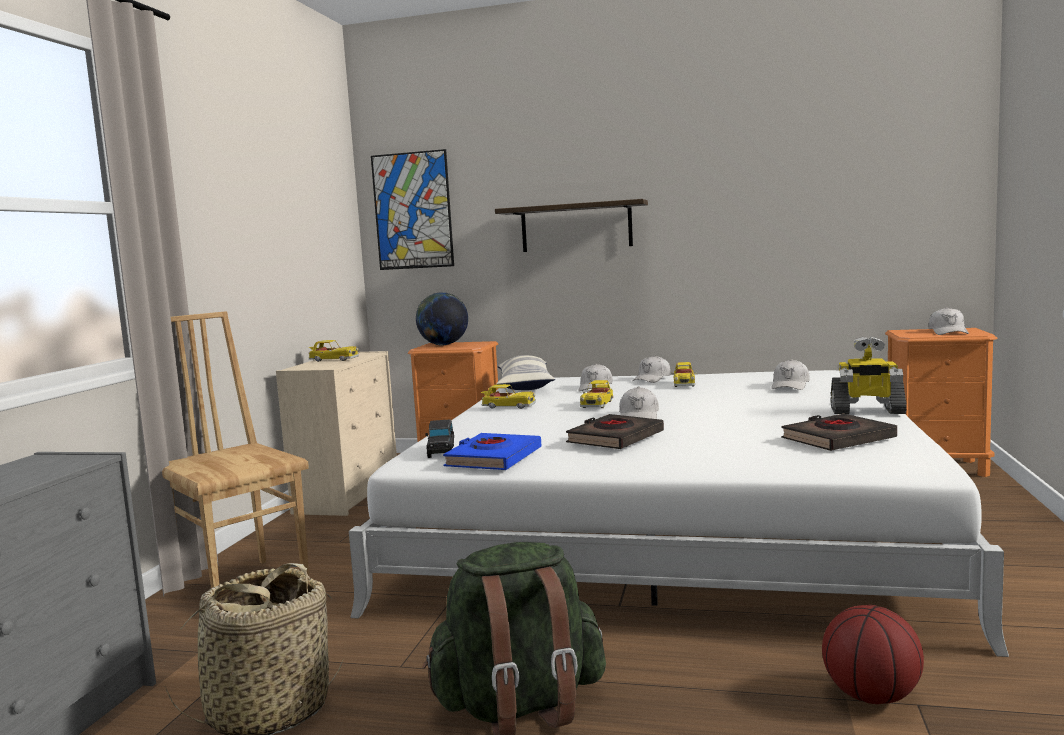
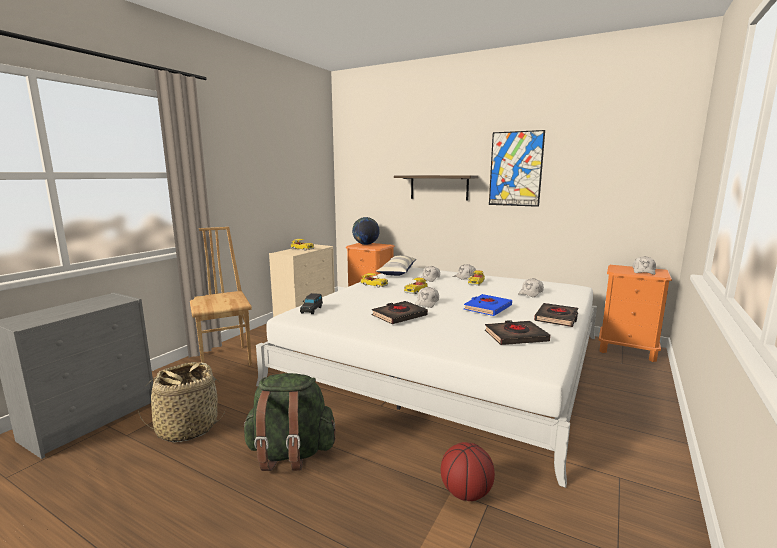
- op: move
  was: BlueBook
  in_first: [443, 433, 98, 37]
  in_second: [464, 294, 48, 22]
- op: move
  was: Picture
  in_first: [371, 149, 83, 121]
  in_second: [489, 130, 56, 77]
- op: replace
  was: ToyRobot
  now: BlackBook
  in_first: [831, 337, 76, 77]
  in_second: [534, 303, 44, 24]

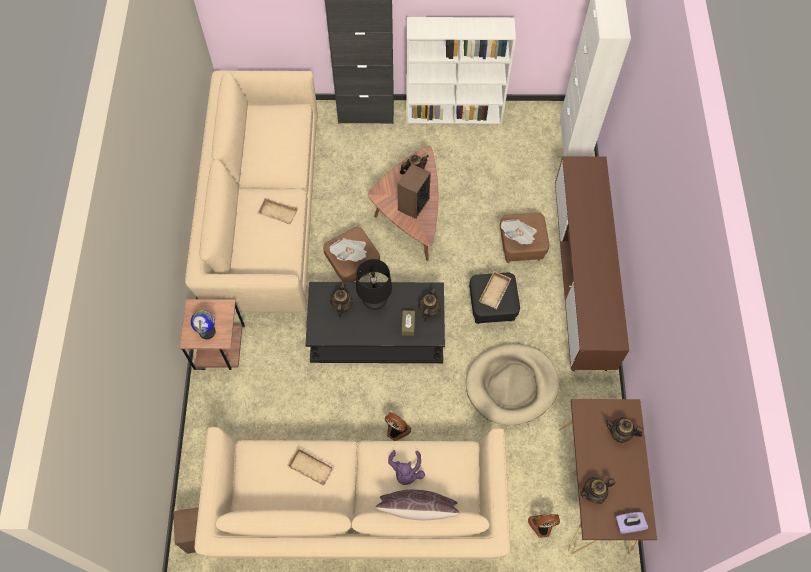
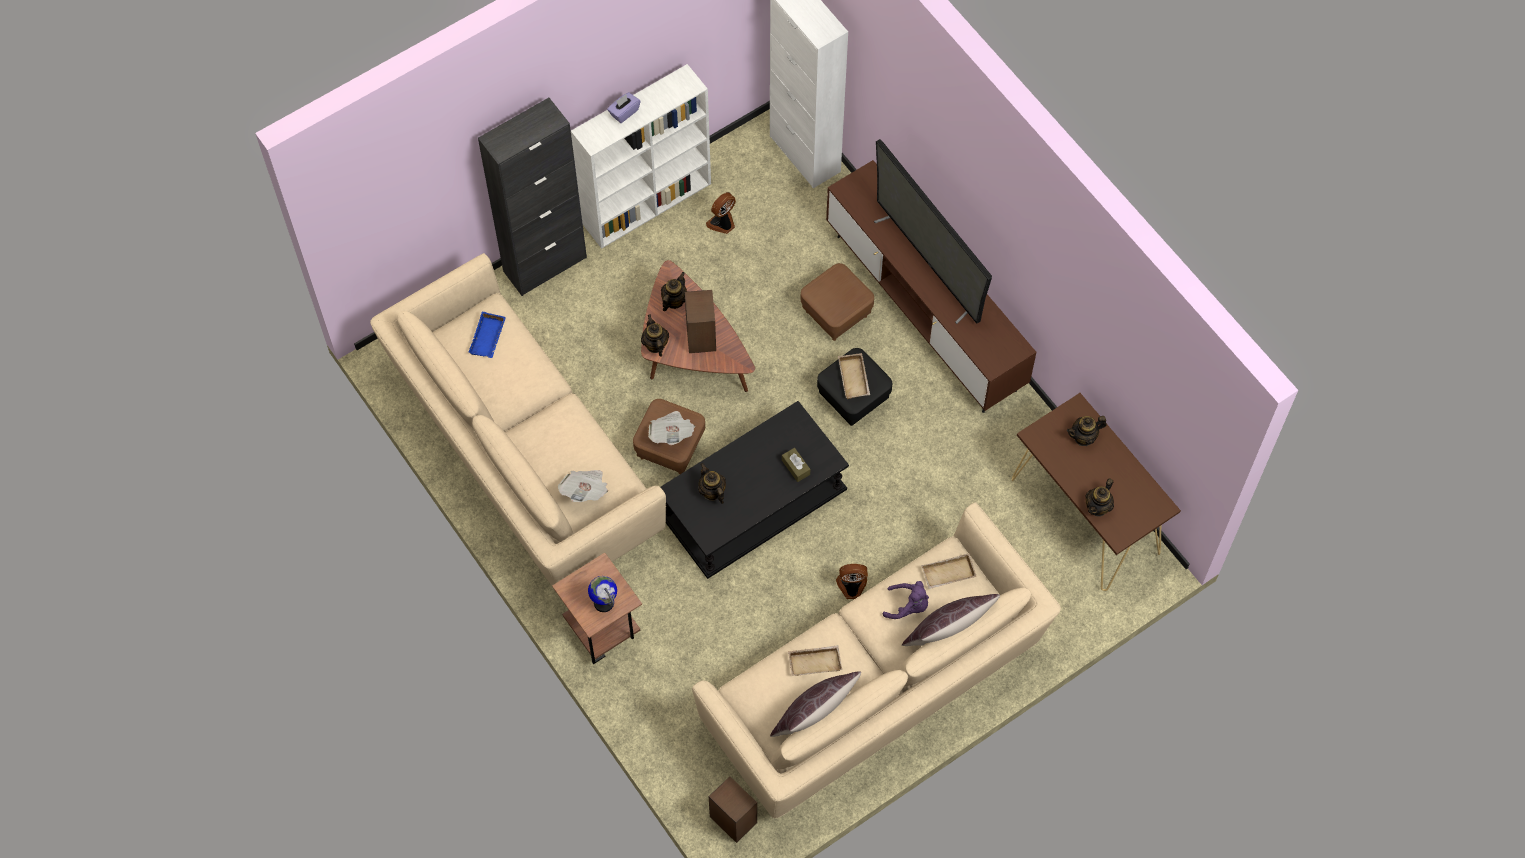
- op: insert
  now: BlueTray
  in_second: [468, 312, 38, 46]
- op: move
  was: Newspaper
  in_first: [501, 219, 36, 25]
  in_second: [558, 470, 50, 32]
- op: move
  was: PurpleTissueBox
  in_first: [616, 512, 32, 22]
  in_second: [607, 92, 34, 31]
- op: move
  was: Teapot
  in_first: [418, 287, 23, 35]
  in_second: [641, 315, 28, 42]
- op: move
  was: Fan
  in_first: [528, 514, 32, 24]
  in_second: [706, 192, 30, 42]
- op: insert
  now: BrownPillow
  in_second: [770, 672, 91, 65]
- op: insert
  now: Television
  in_second: [874, 139, 118, 185]
- op: rotate
  was: PurplePlushToy
  in_first: [388, 450, 37, 35]
  in_second: [883, 581, 46, 38]
  clockwise: -45
- op: move
  was: BeigeTray
  in_first: [257, 198, 41, 26]
  in_second: [921, 553, 55, 36]
- op: delete
  was: BlackTableLamp
  in_first: [356, 259, 36, 51]
- op: delete
  was: BeigeDogBed
  in_first: [466, 344, 93, 81]

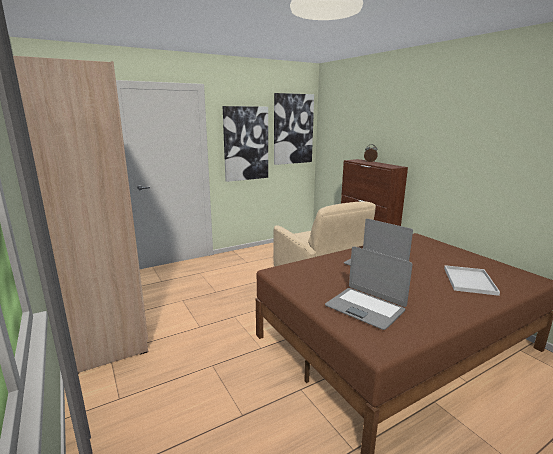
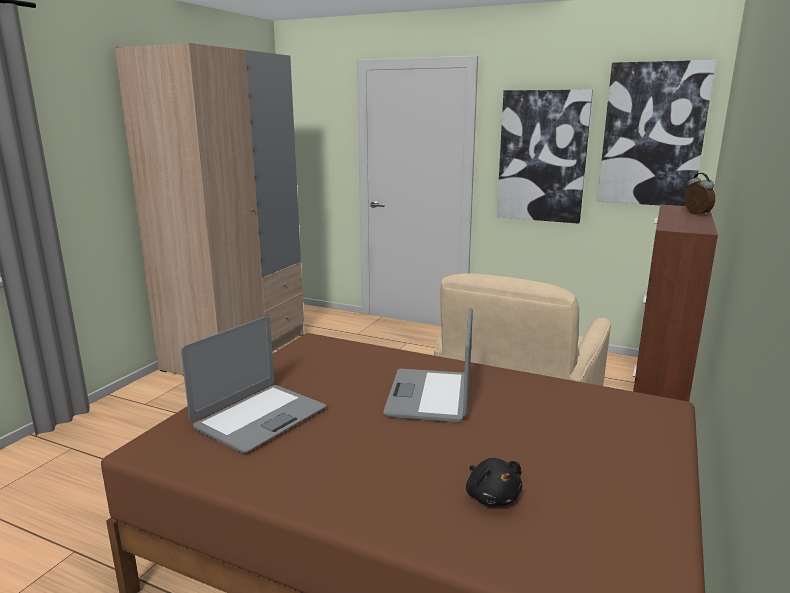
- op: rotate
  was: Laptop
  in_first: [325, 246, 88, 84]
  in_second: [181, 316, 145, 137]
  clockwise: -150
- op: replace
  was: WhiteTray
  now: BlackPlushToy
  in_first: [444, 265, 56, 31]
  in_second: [466, 458, 56, 48]

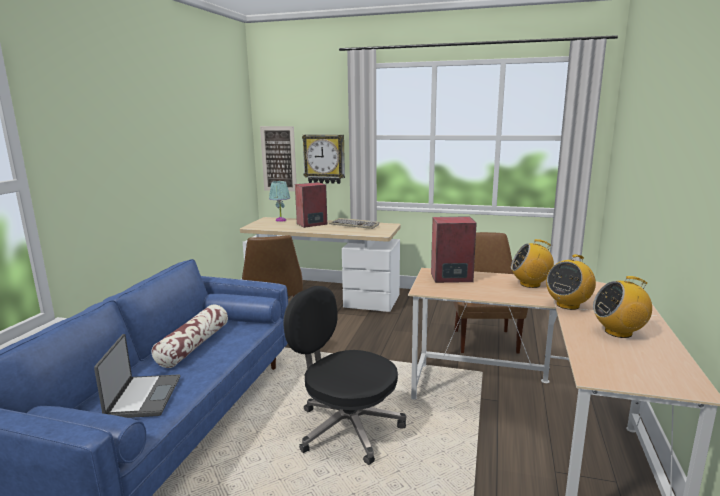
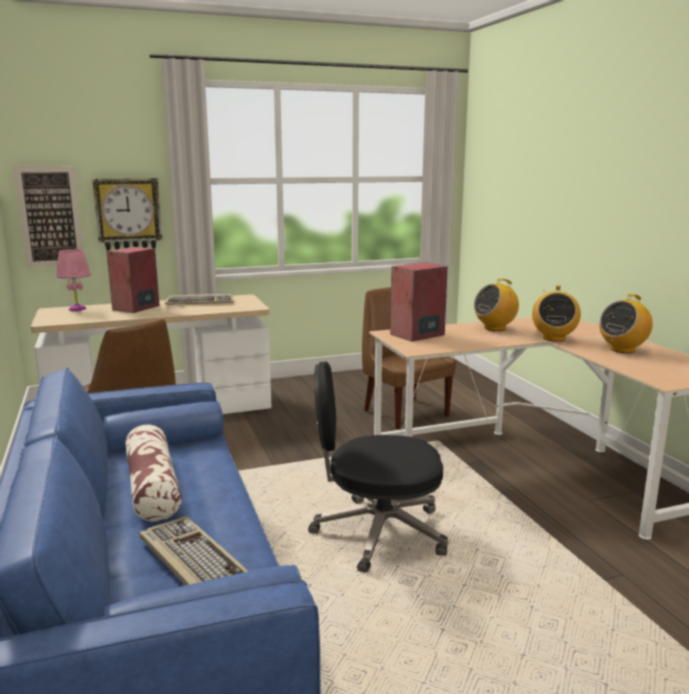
- op: recolor
  was: TurquoiseTableLamp
  now: PinkTableLamp
  in_first: [269, 181, 21, 41]
  in_second: [56, 249, 35, 62]
- op: replace
  was: Laptop
  now: Keyboard
  in_first: [94, 334, 86, 84]
  in_second: [139, 516, 109, 69]

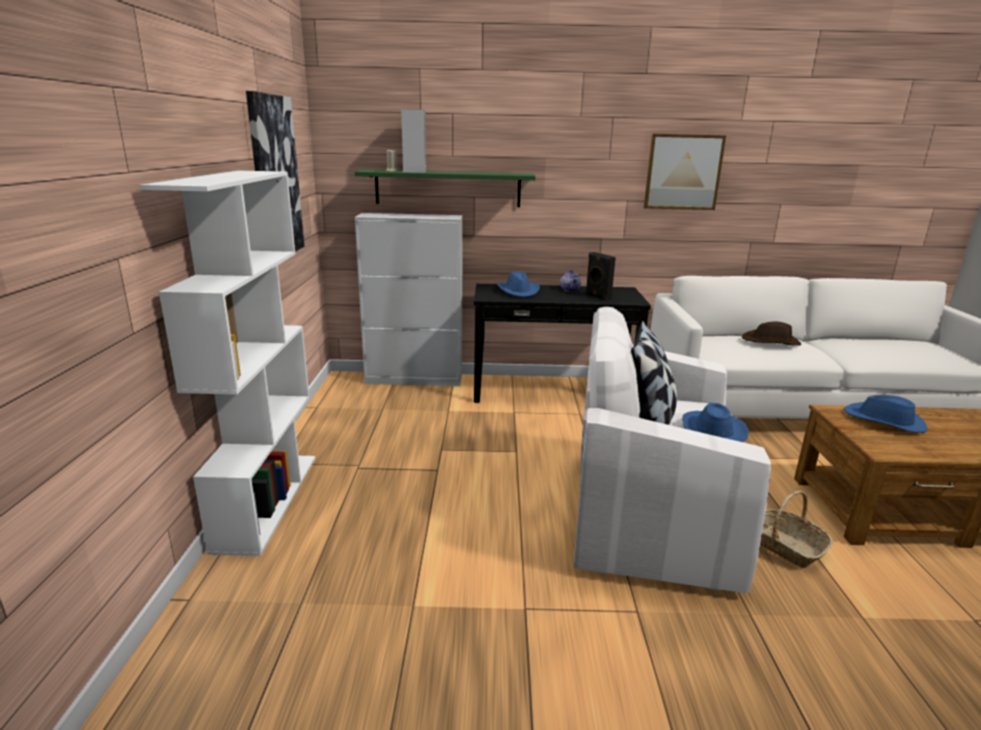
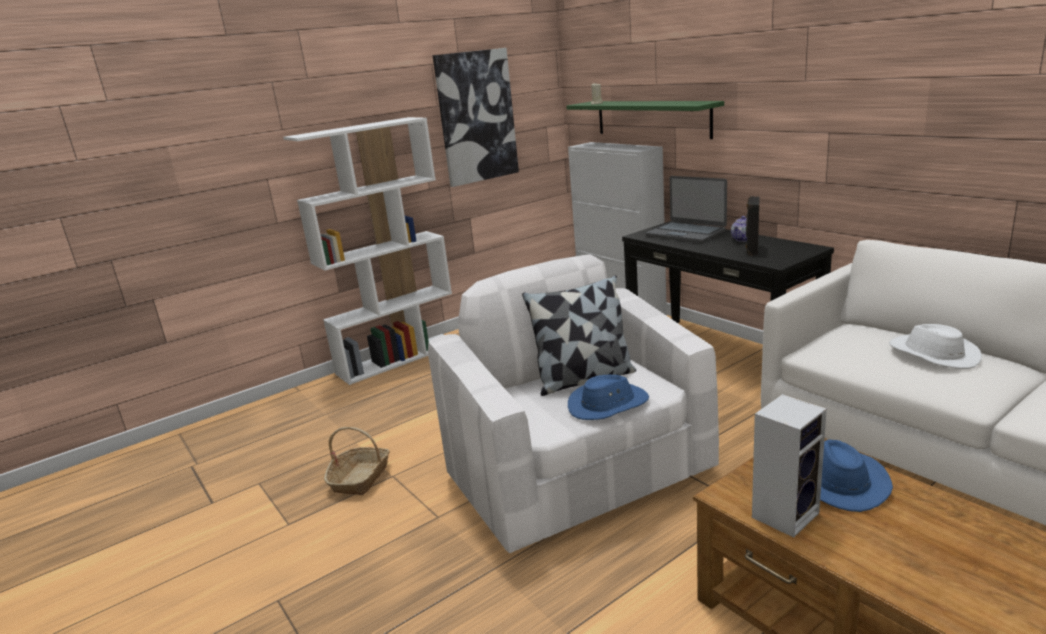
- op: move
  was: Basket
  in_first: [760, 491, 73, 77]
  in_second: [324, 427, 66, 68]
- op: replace
  was: BlueHat
  now: Laptop
  in_first: [497, 272, 43, 25]
  in_second: [646, 176, 81, 67]
- op: move
  was: Speaker
  in_first: [401, 109, 25, 64]
  in_second: [752, 394, 75, 144]
- op: recolor
  was: BrownHat
  now: WhiteHat
  in_first: [742, 322, 59, 24]
  in_second: [889, 324, 93, 45]
- op: delete
  was: Picture
  in_first: [644, 134, 82, 76]

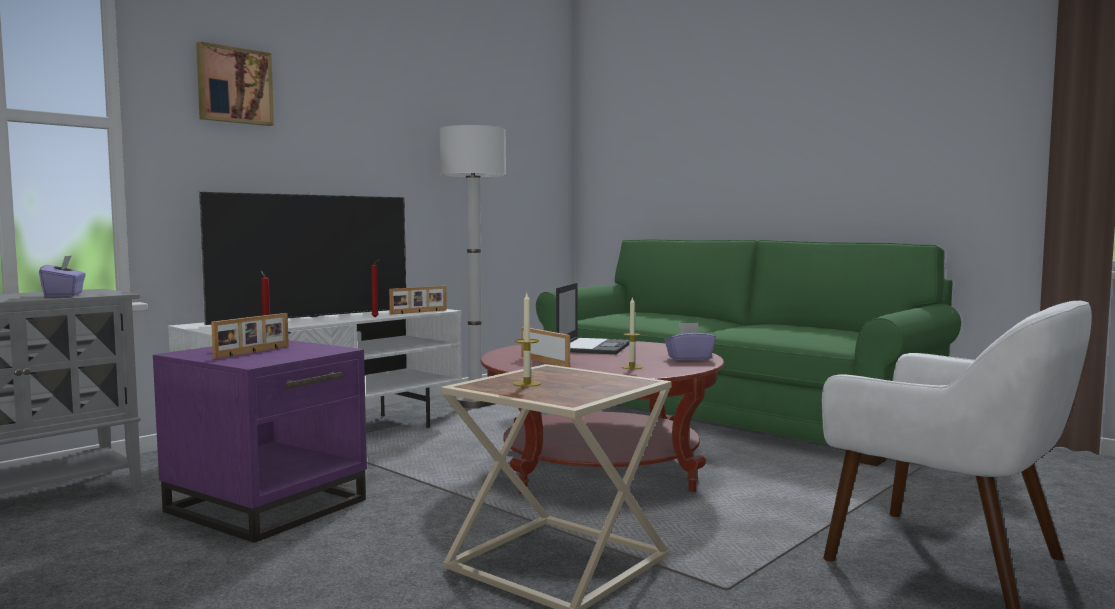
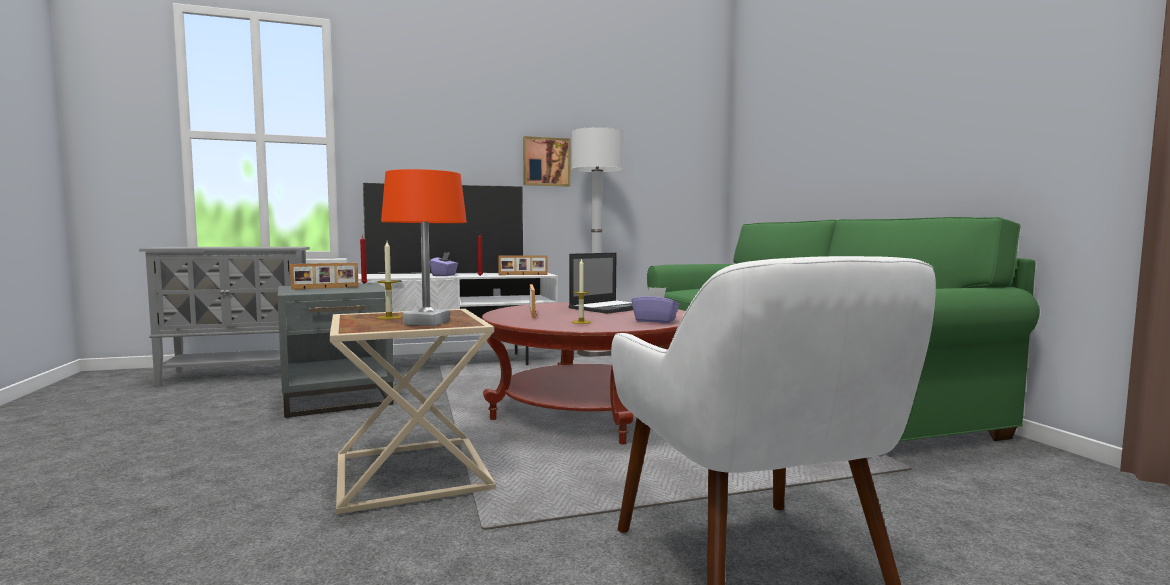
- op: recolor
  was: PurpleSideTable
  now: GreySideTable
  in_first: [153, 340, 214, 203]
  in_second: [277, 283, 117, 135]
- op: insert
  now: OrangeTableLamp
  in_second: [381, 169, 86, 157]
- op: move
  was: PurpleTissueBox
  in_first: [39, 255, 47, 42]
  in_second: [430, 252, 28, 24]
- op: move
  was: Picture
  in_first: [196, 41, 78, 85]
  in_second: [523, 136, 47, 51]

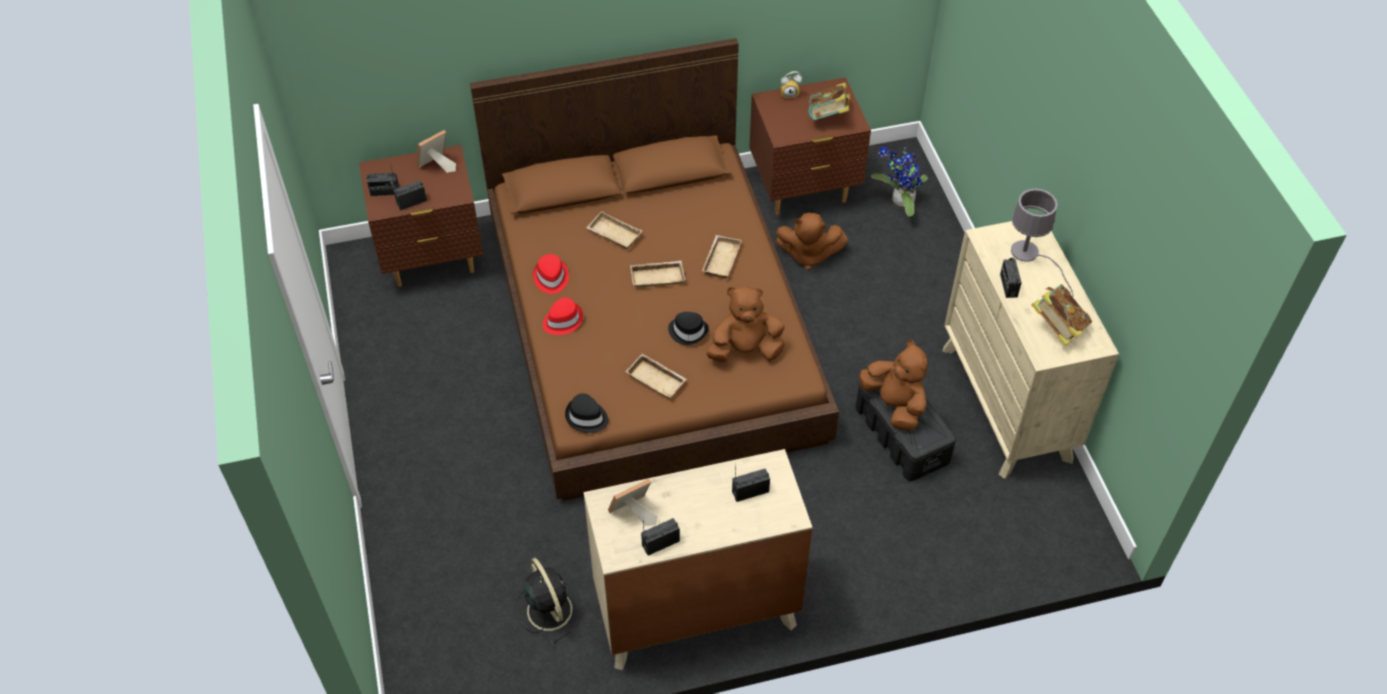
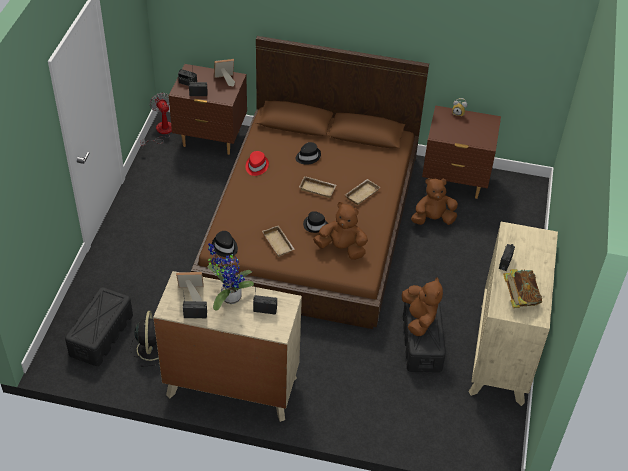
- op: insert
  now: BlackStorageBox
  in_second: [65, 287, 68, 79]
- op: insert
  now: Fan
  in_second: [140, 93, 32, 57]
- op: move
  was: PottedPlant
  in_first: [871, 147, 57, 69]
  in_second: [207, 243, 47, 68]
- op: replace
  was: BeigeTray
  now: BlackHat
  in_first: [586, 211, 56, 38]
  in_second: [295, 142, 26, 23]
- op: rotate
  was: BrownPlushToy
  in_first: [776, 213, 72, 57]
  in_second: [411, 178, 47, 47]
  clockwise: 135
- op: delete
  was: RedHat
  in_first: [543, 297, 40, 38]
- op: delete
  was: Book
  in_first: [808, 82, 42, 38]
- op: delete
  was: GreyTableLamp
  in_first: [1011, 189, 63, 108]

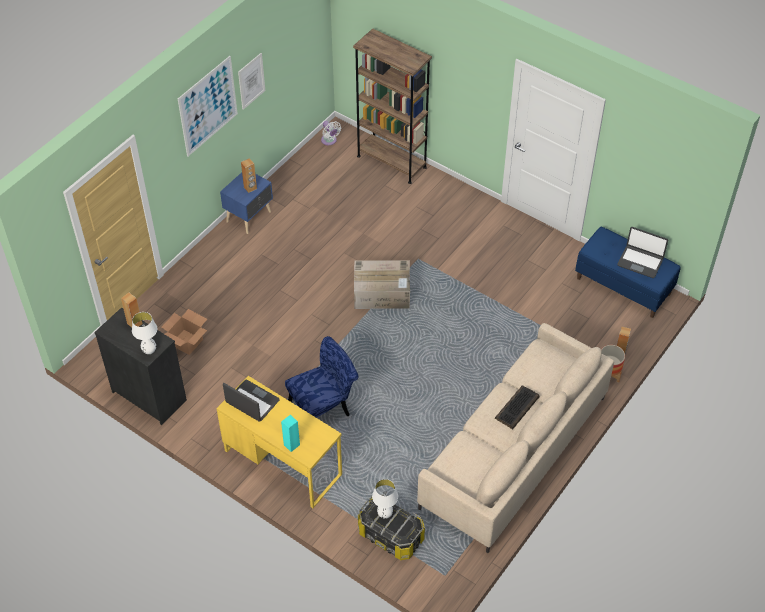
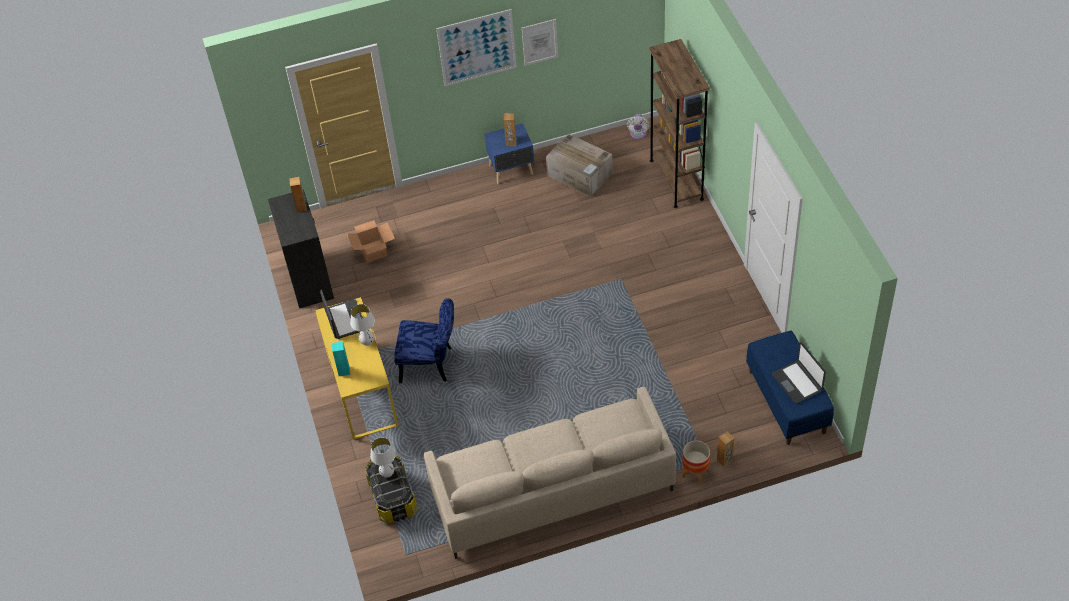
- op: move
  was: WhiteTableLamp
  in_first: [132, 312, 25, 42]
  in_second: [350, 304, 25, 42]
- op: move
  was: CardboardBox
  in_first: [354, 260, 56, 49]
  in_second: [546, 133, 67, 64]
- op: delete
  was: Keyboard
  in_first: [495, 385, 45, 44]

